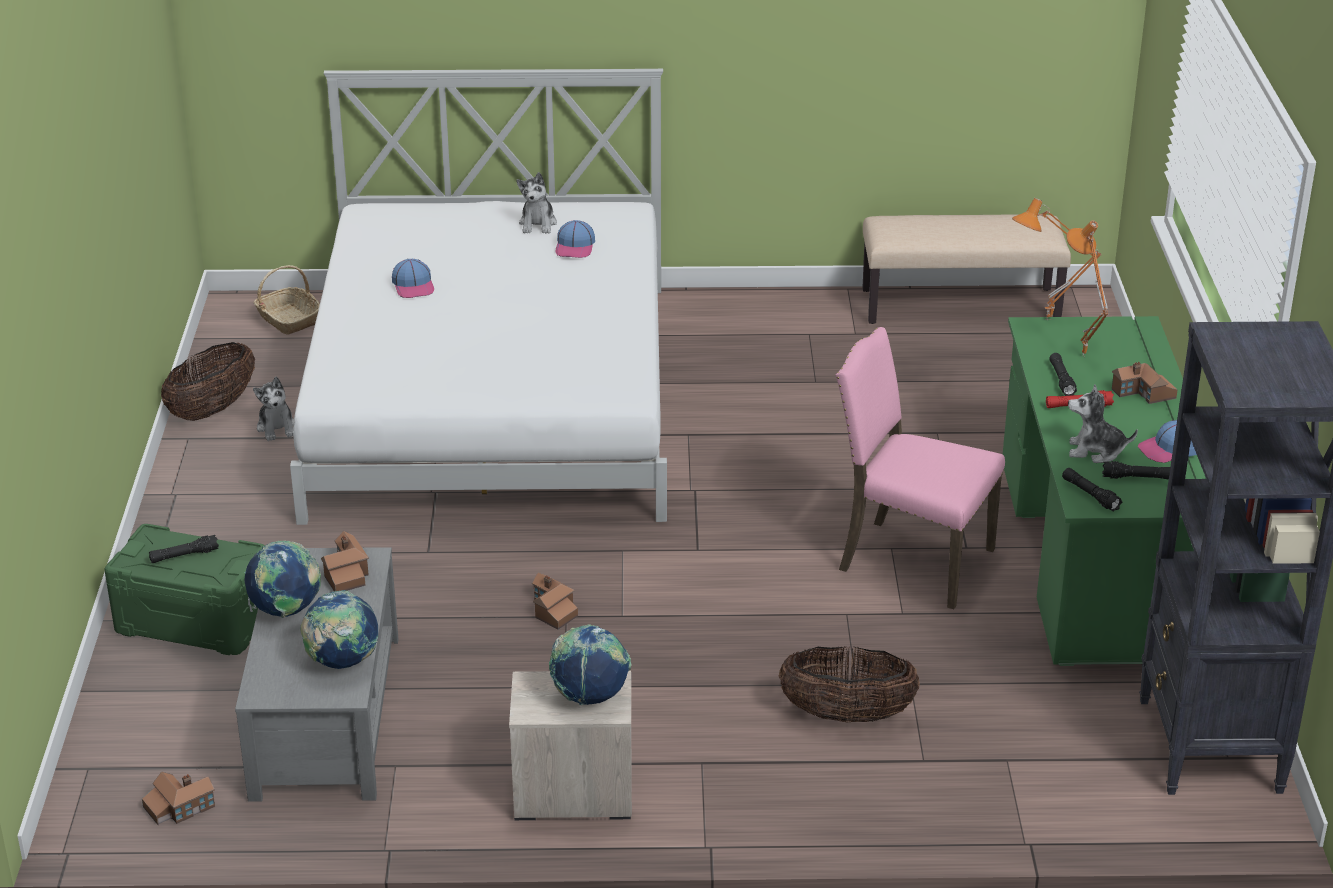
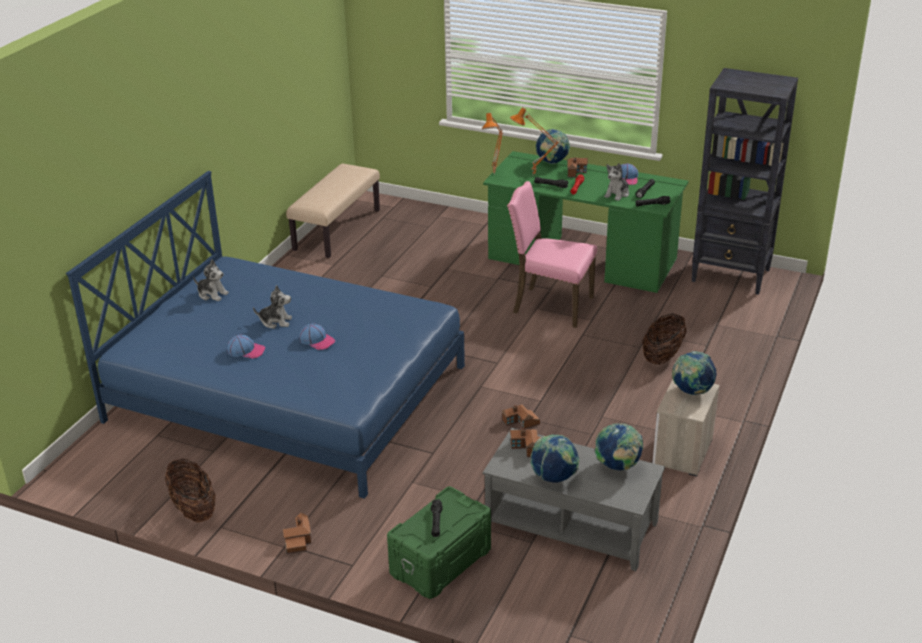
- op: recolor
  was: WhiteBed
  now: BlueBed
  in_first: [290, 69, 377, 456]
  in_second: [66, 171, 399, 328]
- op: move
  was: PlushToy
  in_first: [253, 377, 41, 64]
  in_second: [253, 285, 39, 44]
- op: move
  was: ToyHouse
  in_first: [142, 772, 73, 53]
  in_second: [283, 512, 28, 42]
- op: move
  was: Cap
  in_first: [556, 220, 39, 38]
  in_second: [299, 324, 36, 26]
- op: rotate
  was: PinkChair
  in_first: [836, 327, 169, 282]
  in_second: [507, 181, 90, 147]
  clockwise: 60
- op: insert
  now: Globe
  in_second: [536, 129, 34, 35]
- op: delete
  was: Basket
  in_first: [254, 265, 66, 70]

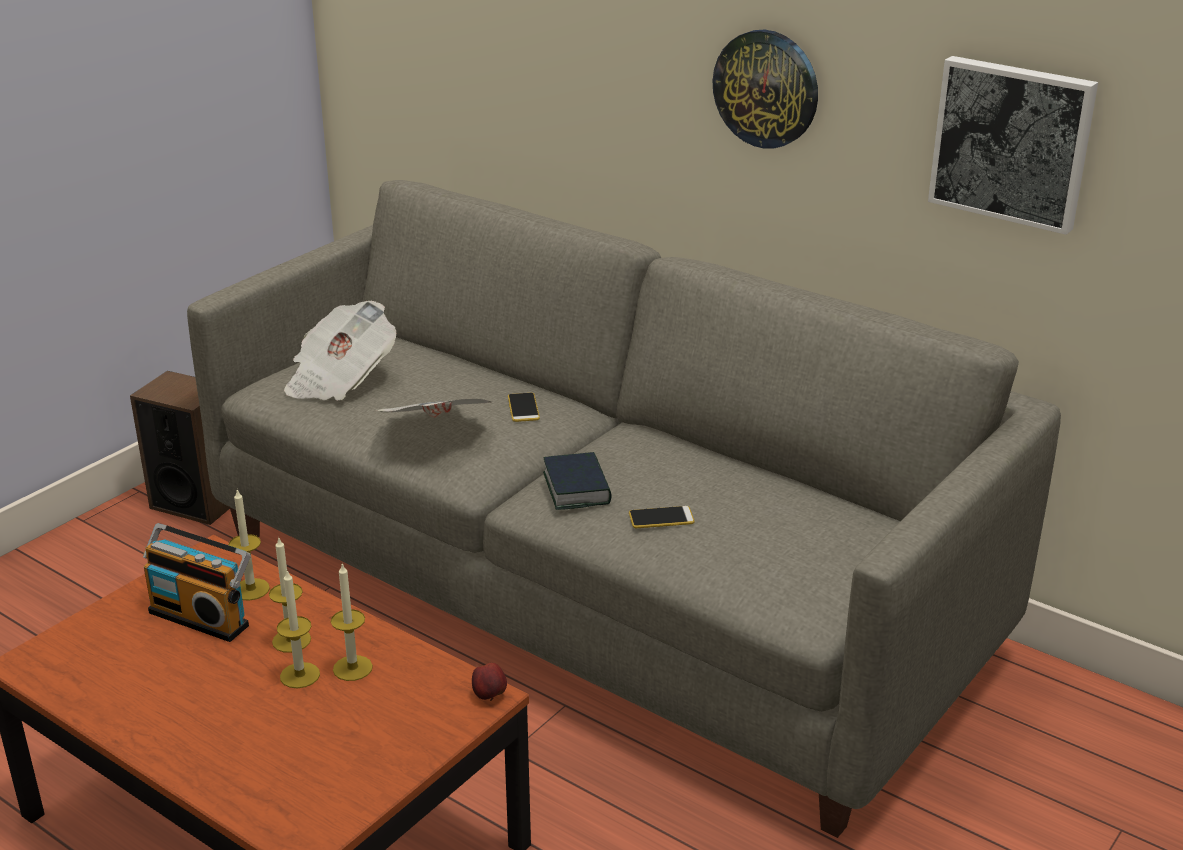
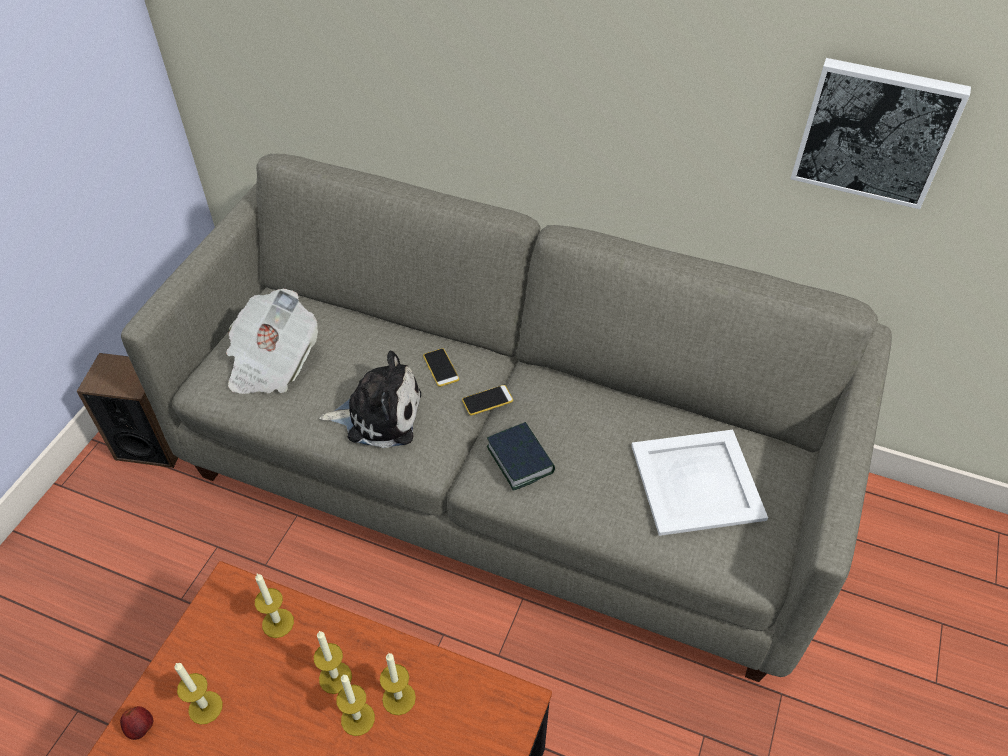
- op: move
  was: Apple
  in_first: [472, 663, 35, 38]
  in_second: [120, 706, 33, 34]
- op: insert
  now: Candle
  in_second: [175, 663, 48, 62]
- op: replace
  was: Newspaper
  now: PlushToy
  in_first: [377, 399, 114, 19]
  in_second: [319, 351, 102, 97]
- op: move
  was: Phone
  in_first: [629, 506, 66, 22]
  in_second: [462, 385, 51, 31]
- op: insert
  now: WhiteTray
  in_second: [631, 430, 137, 106]
- op: delete
  was: Radio
  in_first: [143, 523, 108, 119]
- op: delete
  was: WallClock
  in_first: [712, 30, 106, 119]

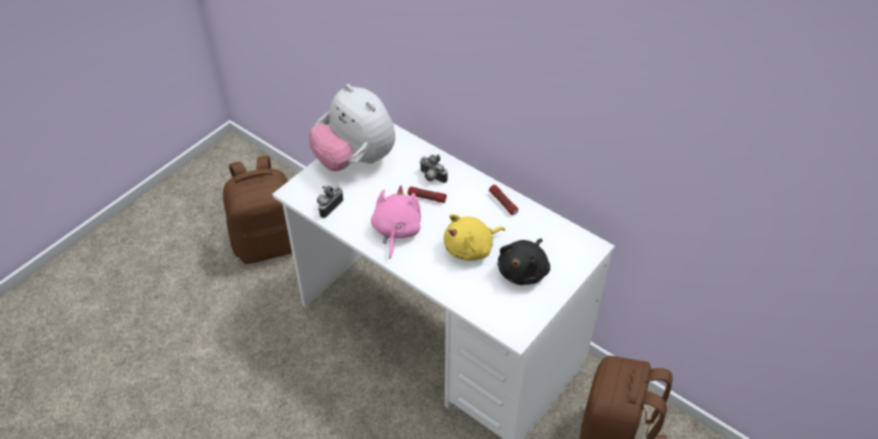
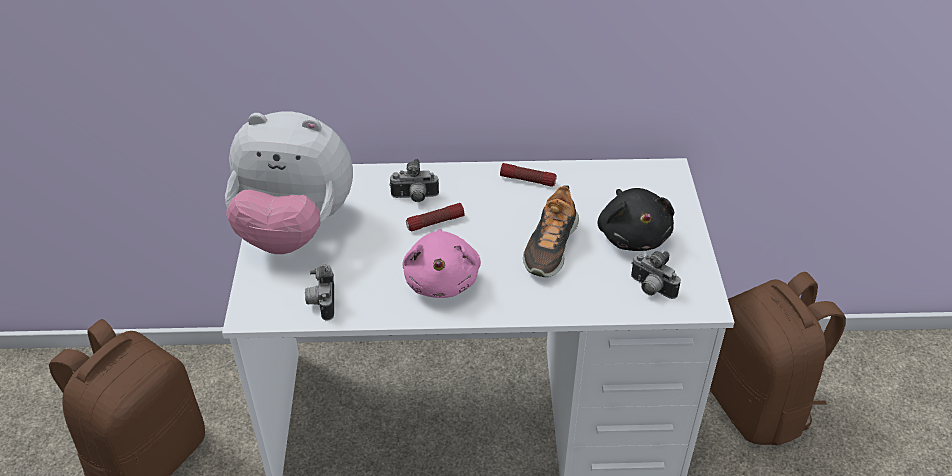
- op: rotate
  was: PinkPlushToy
  in_first: [371, 186, 50, 73]
  in_second: [402, 229, 79, 69]
  clockwise: -150
- op: replace
  was: YellowPlushToy
  now: Shoe
  in_first: [444, 214, 61, 47]
  in_second: [523, 185, 56, 92]
- op: insert
  now: PhotoCamera
  in_second: [631, 251, 50, 48]

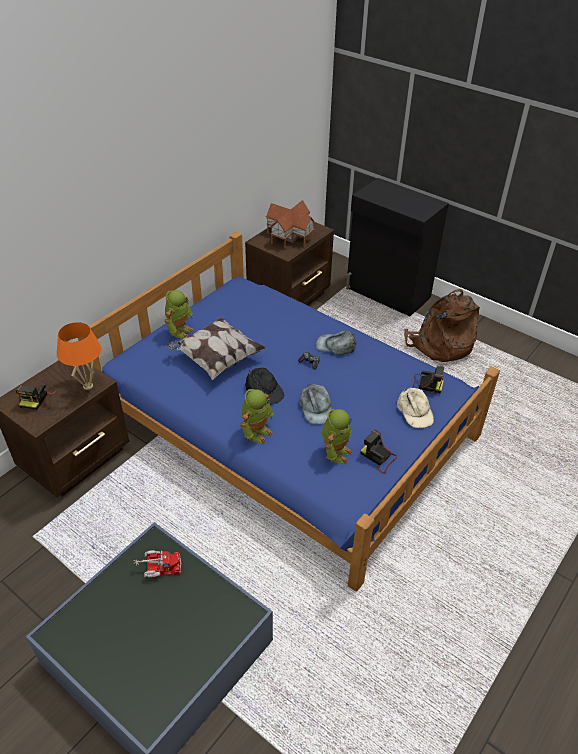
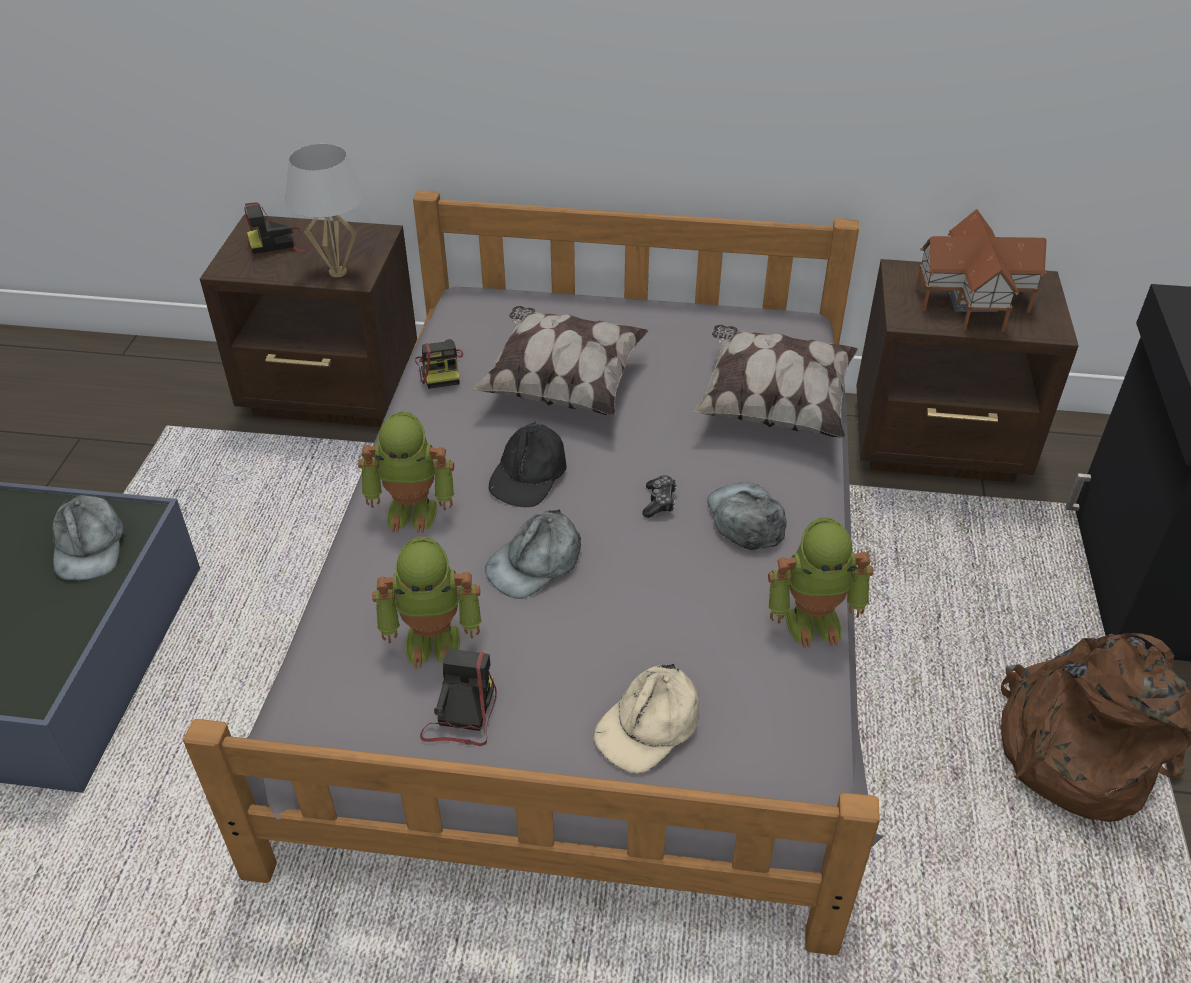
- op: replace
  was: ToyTruck
  now: GreyCap
  in_first: [133, 550, 48, 28]
  in_second: [52, 495, 72, 85]
- op: recolor
  was: BlueBed
  now: GreyBed
  in_first: [78, 231, 422, 361]
  in_second: [183, 190, 700, 766]
- op: recolor
  was: OrangeTableLamp
  now: WhiteTableLamp
  in_first: [57, 322, 45, 68]
  in_second: [285, 144, 79, 133]
- op: move
  was: PhotoCamera
  in_first: [413, 366, 31, 28]
  in_second: [415, 339, 48, 50]
- op: insert
  now: Pillow
  in_second: [692, 325, 166, 113]
- op: move
  was: ToyRobot
  in_first: [165, 290, 29, 49]
  in_second: [768, 517, 105, 131]

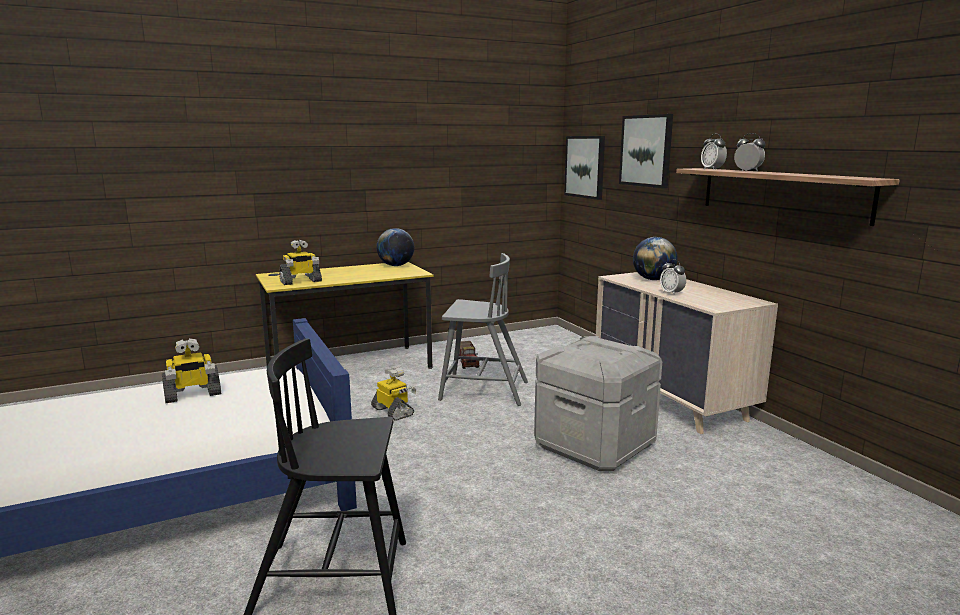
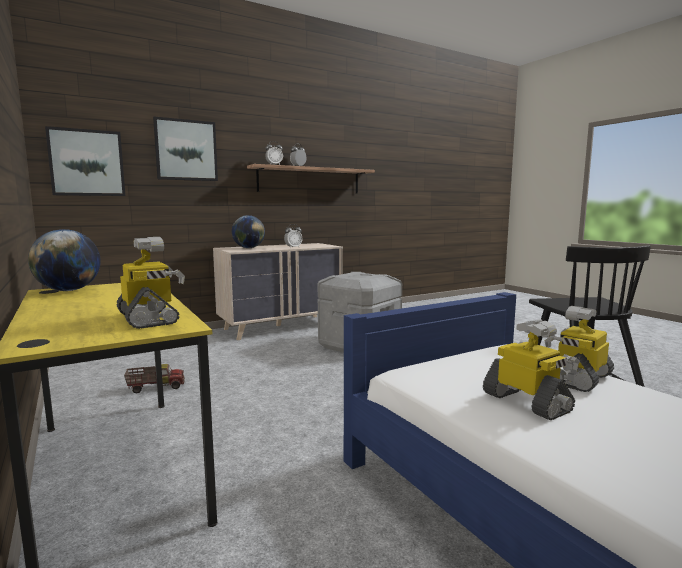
- op: move
  was: ToyRobot
  in_first: [371, 366, 45, 55]
  in_second: [545, 306, 69, 86]
- op: delete
  was: GreyChair
  in_first: [438, 253, 90, 153]

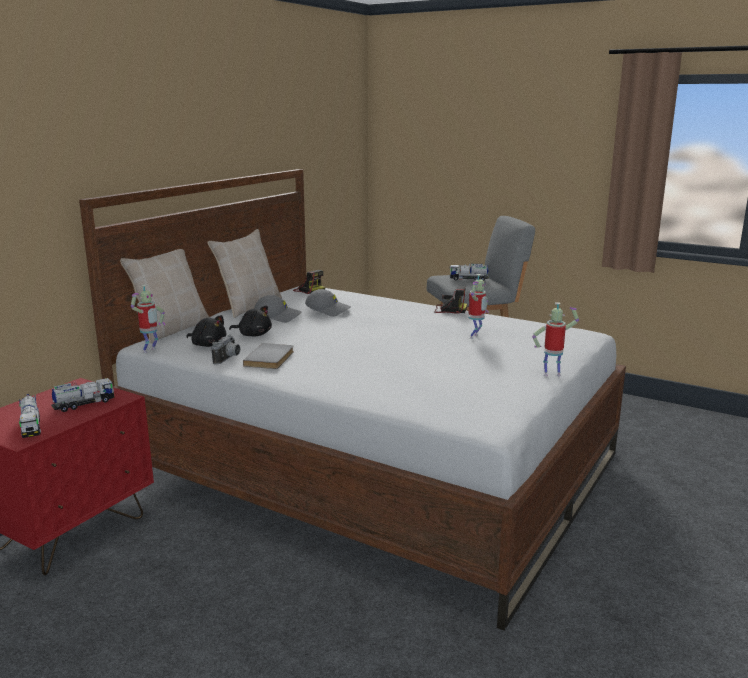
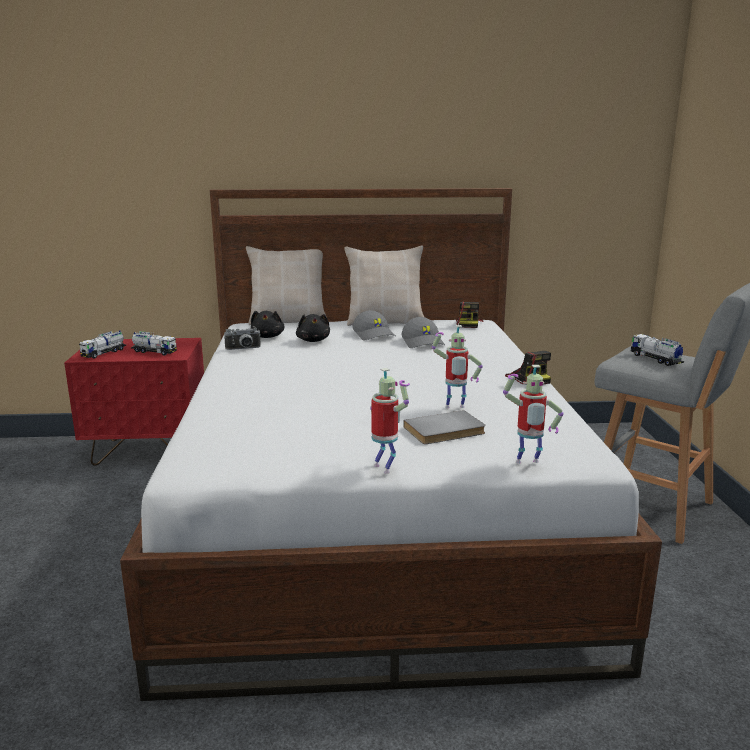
- op: move
  was: GreyBook
  in_first: [243, 343, 51, 26]
  in_second: [403, 410, 83, 34]
- op: move
  was: ToyRobot
  in_first: [131, 285, 34, 68]
  in_second: [503, 365, 61, 99]

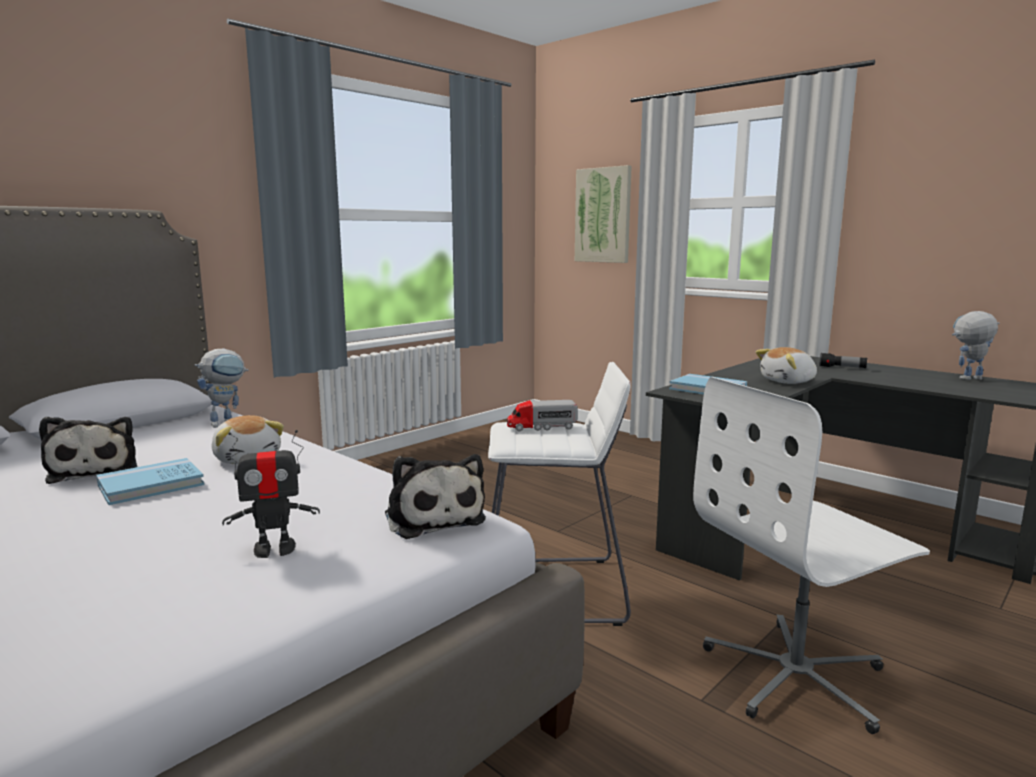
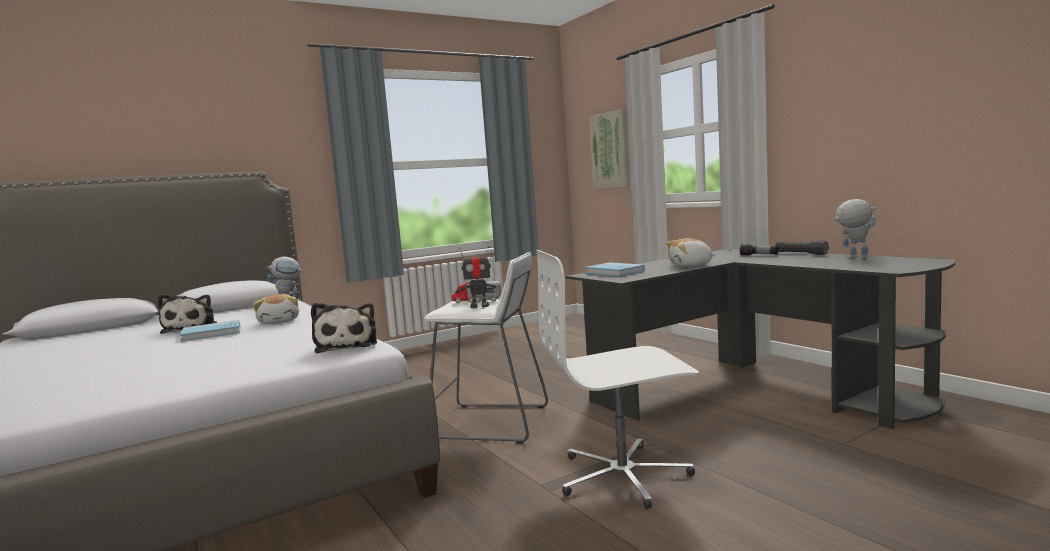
- op: move
  was: ToyRobot
  in_first: [222, 430, 98, 128]
  in_second: [456, 247, 44, 61]
- op: insert
  now: BlackFlashlight
  in_second: [775, 241, 54, 14]

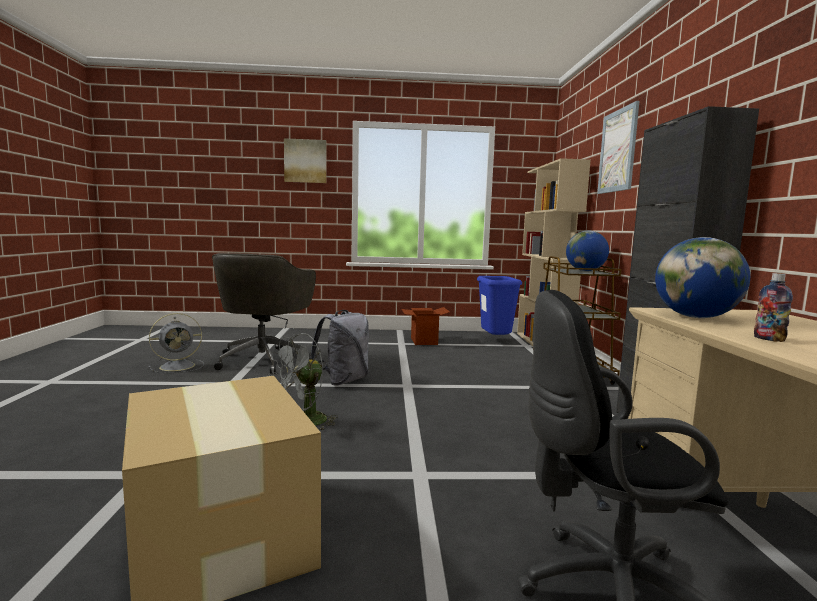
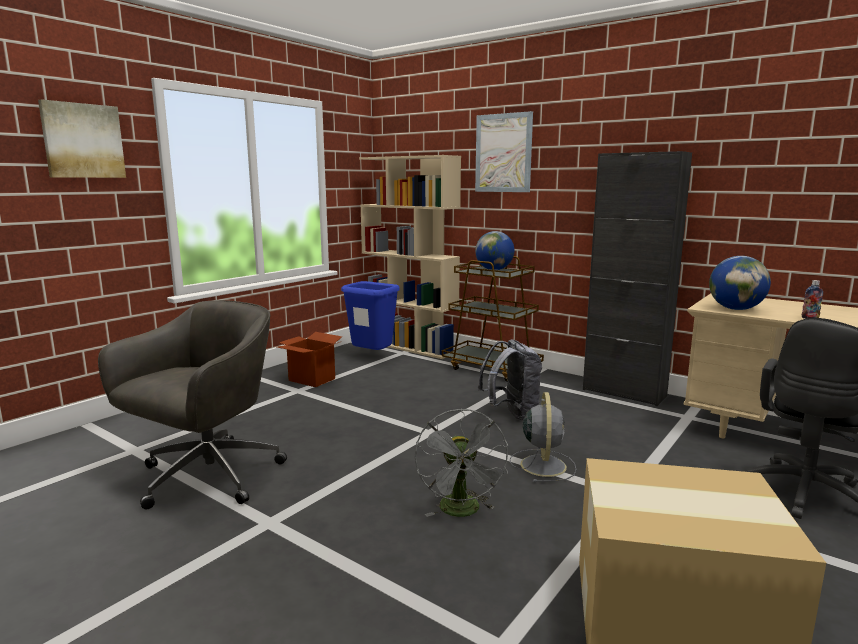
- op: rotate
  was: GreyOfficeChair
  in_first: [212, 253, 104, 121]
  in_second: [98, 300, 189, 210]
  clockwise: -105
- op: move
  was: GreyBackpack
  in_first: [309, 310, 60, 75]
  in_second: [478, 339, 64, 82]
- op: move
  was: GreyFan
  in_first: [148, 313, 56, 60]
  in_second: [510, 392, 67, 90]

